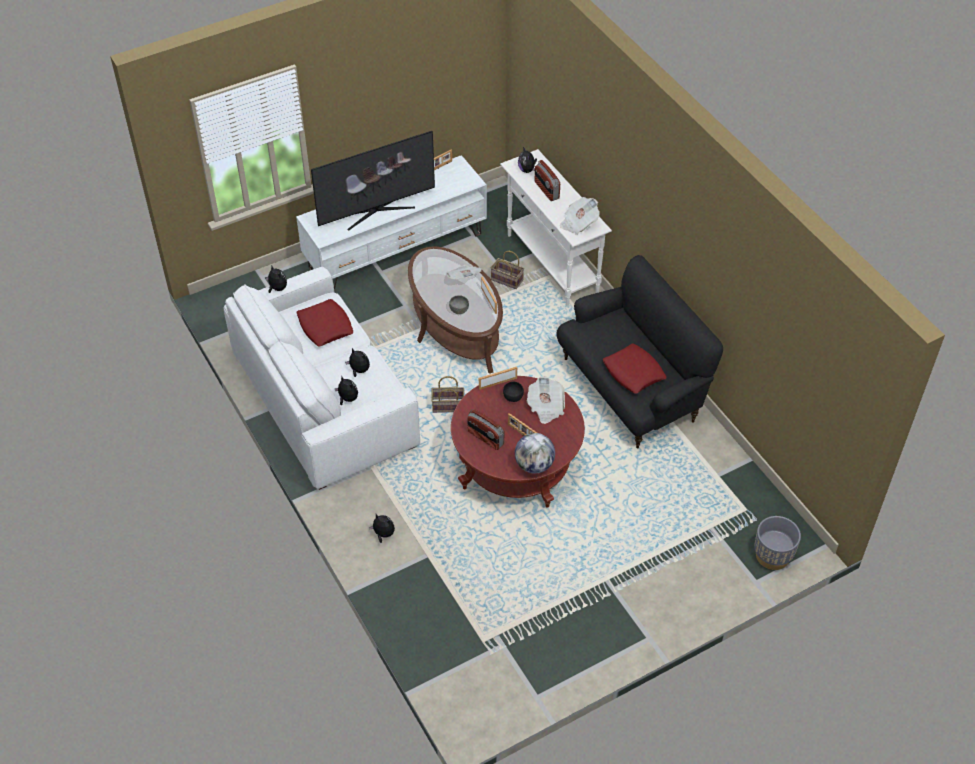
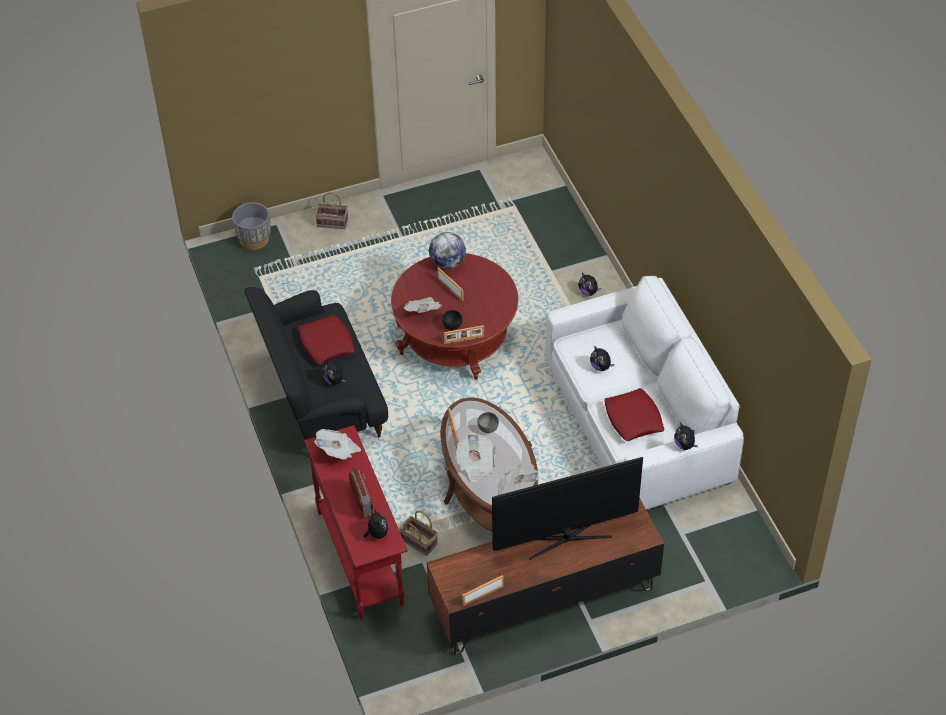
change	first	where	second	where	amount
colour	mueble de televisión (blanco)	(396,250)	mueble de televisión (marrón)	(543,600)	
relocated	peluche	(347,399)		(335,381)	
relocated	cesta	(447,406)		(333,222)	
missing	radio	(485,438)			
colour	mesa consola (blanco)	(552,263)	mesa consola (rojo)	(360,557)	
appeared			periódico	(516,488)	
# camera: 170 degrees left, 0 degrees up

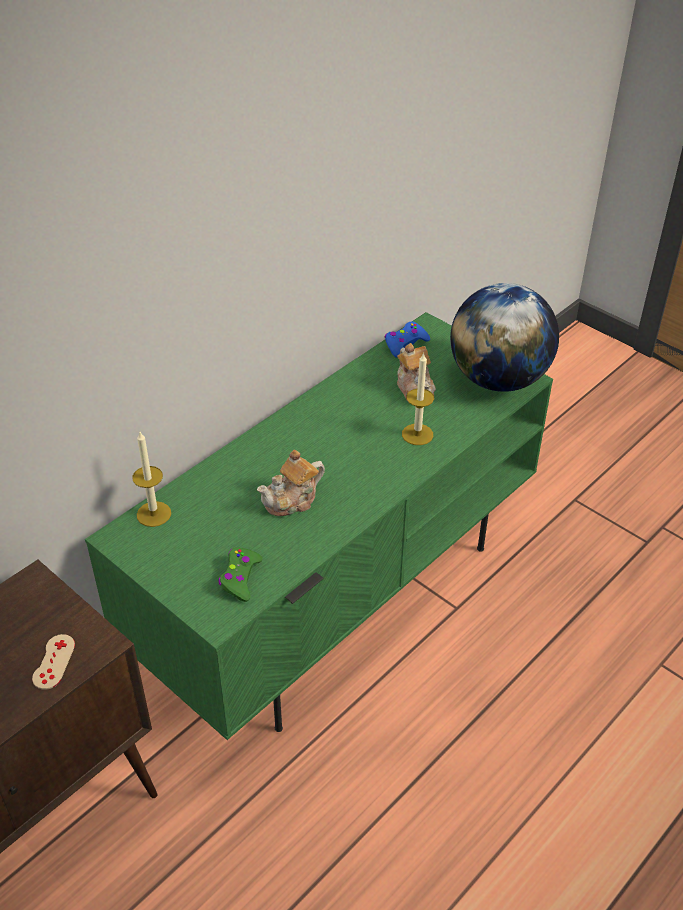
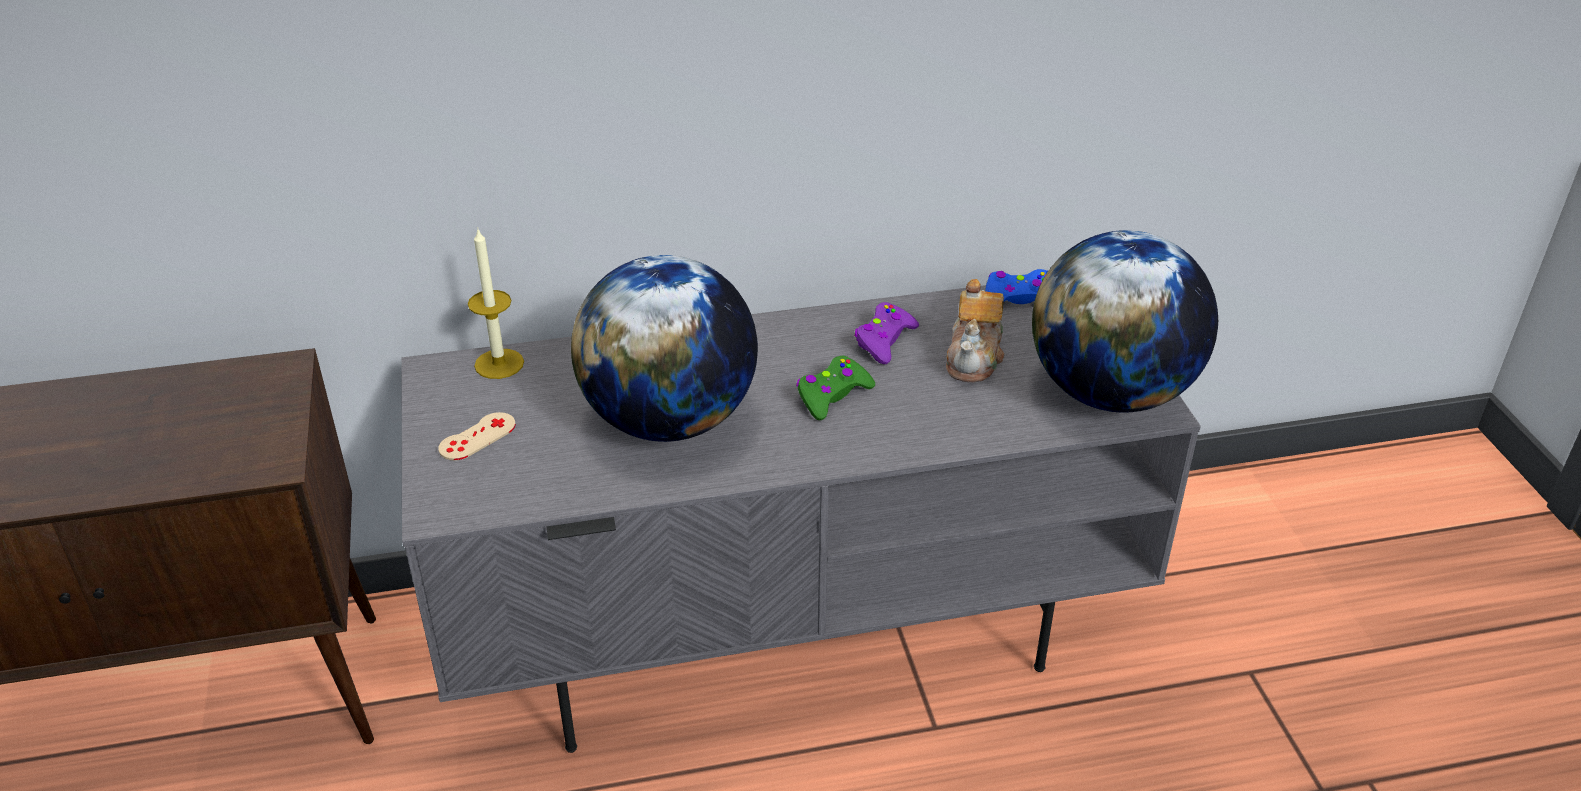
change	first	where	second	where	amount
relocated	mando de consola (beis)	(54,662)		(477,437)	
colour	mueble de televisión (verde)	(337,593)	mueble de televisión (gris)	(792,626)	
relocated	mando de consola (verde)	(240,578)		(832,395)	
exchanged	tetera	(292,500)	globo terráqueo	(670,420)	
missing	vela	(417,434)			
appeared			mando de consola (morado)	(884,340)	
# camera: 35 degrees right, 5 degrees down

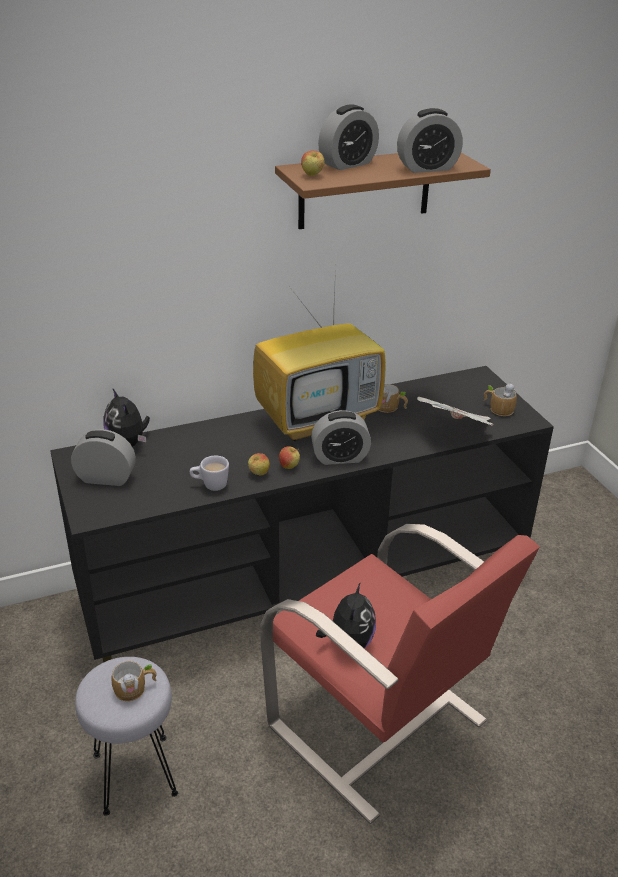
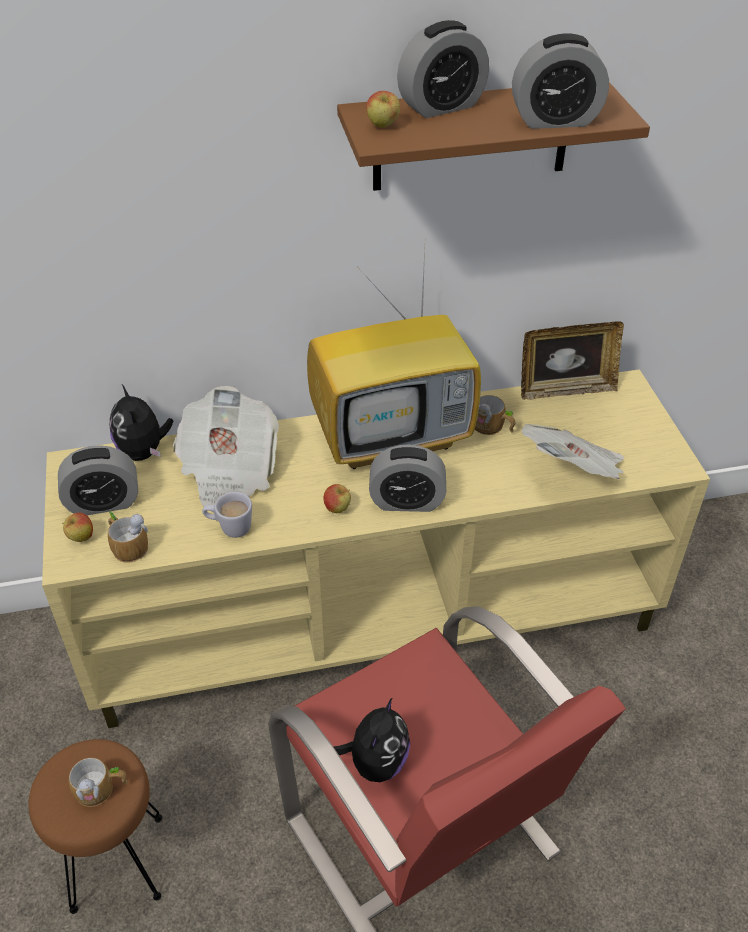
change	first	where	second	where	amount
colour	mueble de televisión (negro)	(307,579)	mueble de televisión (beis)	(375,618)	
spun	despertador	(106,478)		(103,503)	150 degrees clockwise
colour	taburete (gris)	(135,773)	taburete (marrón)	(117,861)	
relocated	manzana	(258,473)		(81,538)	
relocated	taza grande	(498,408)		(127,545)	
appeared			periódico	(228,469)	
appeared			portarretratos	(565,389)	
# camera: 10 degrees right, 10 degrees up

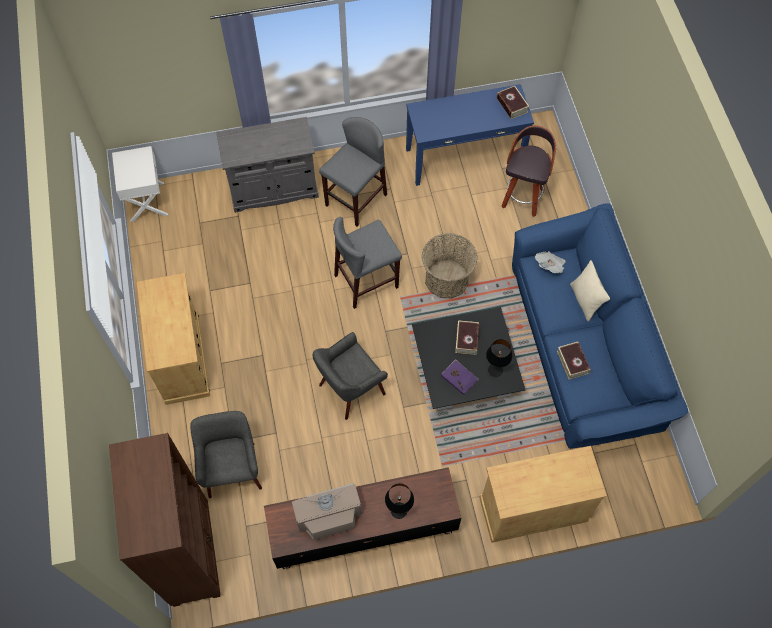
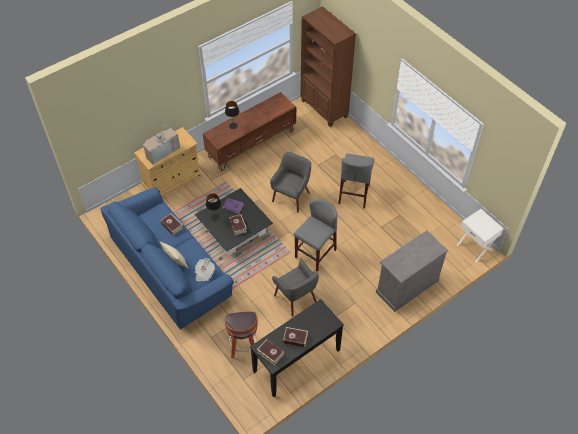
change	first	where	second	where	amount
missing	armario (beis)	(182,358)			
relocated	sillón (gris)	(232,469)		(296,298)	
relocated	televisor	(328,517)		(162,151)	
relocated	taburete (gris)	(355,200)		(354,194)	
colour	mesa consola (azul)	(464,157)	mesa consola (negro)	(297,361)	
missing	cesta	(447,279)			
appeared			libro	(295,339)	
# camera: 155 degrees right, 10 degrees down

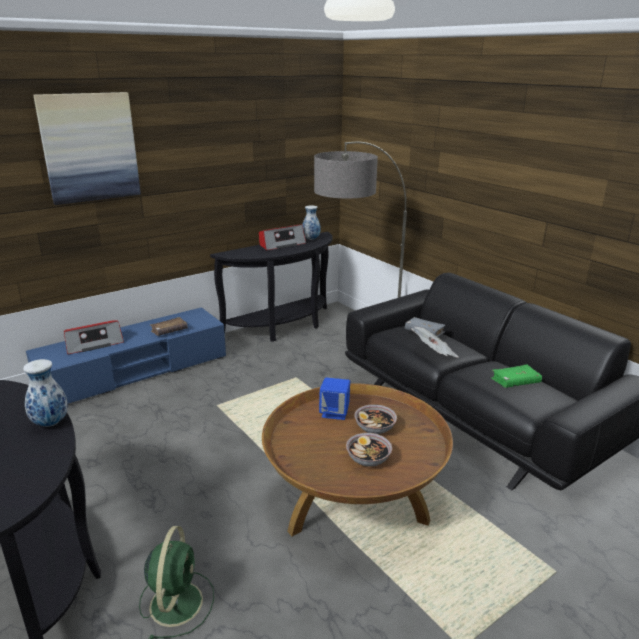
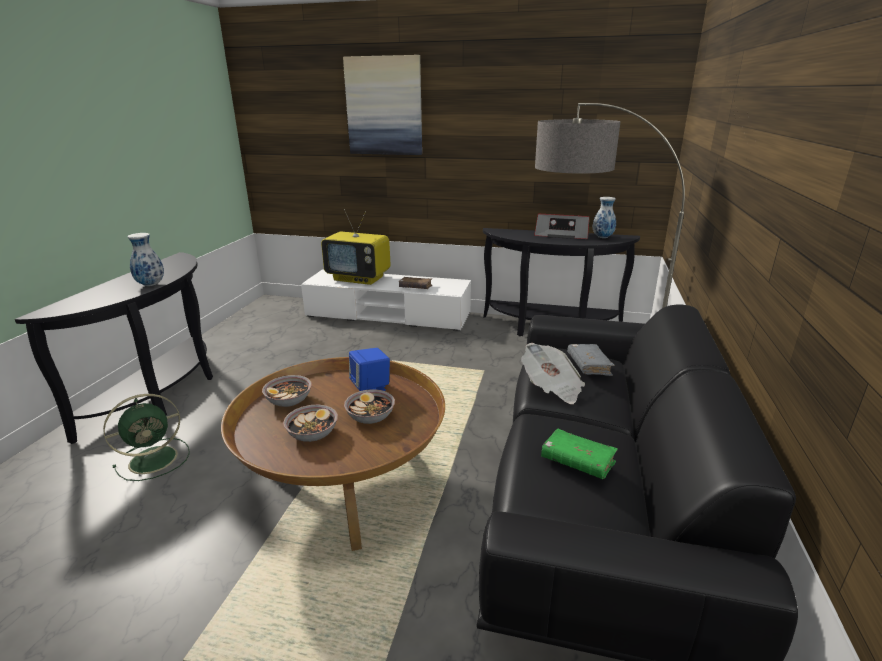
change	first	where	second	where	amount
colour	mueble de televisión (azul)	(134,371)	mueble de televisión (blanco)	(388,315)	
exchanged	radio	(94,343)	televisor	(359,278)	
appeared			cuenco	(289,400)	
# camera: 50 degrees right, 0 degrees up

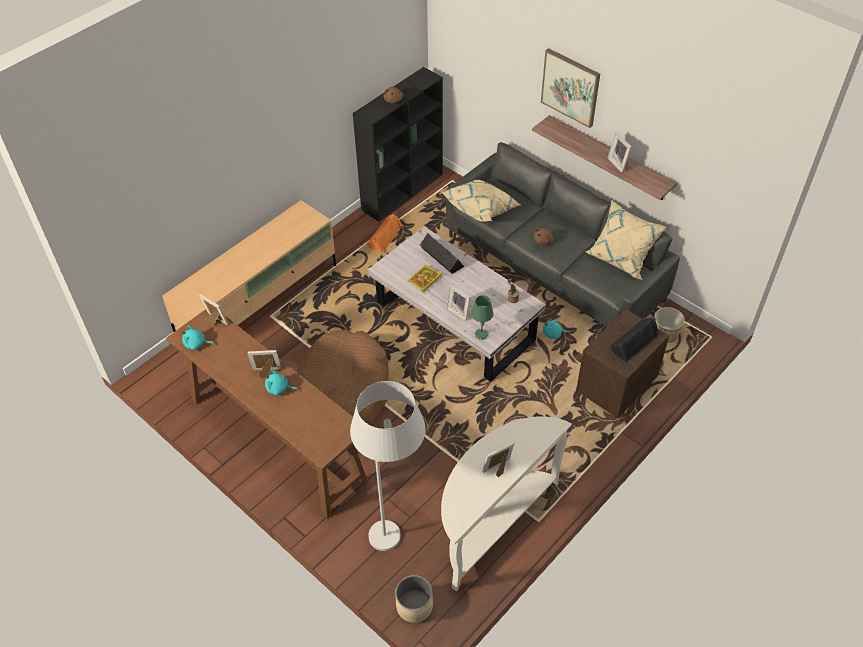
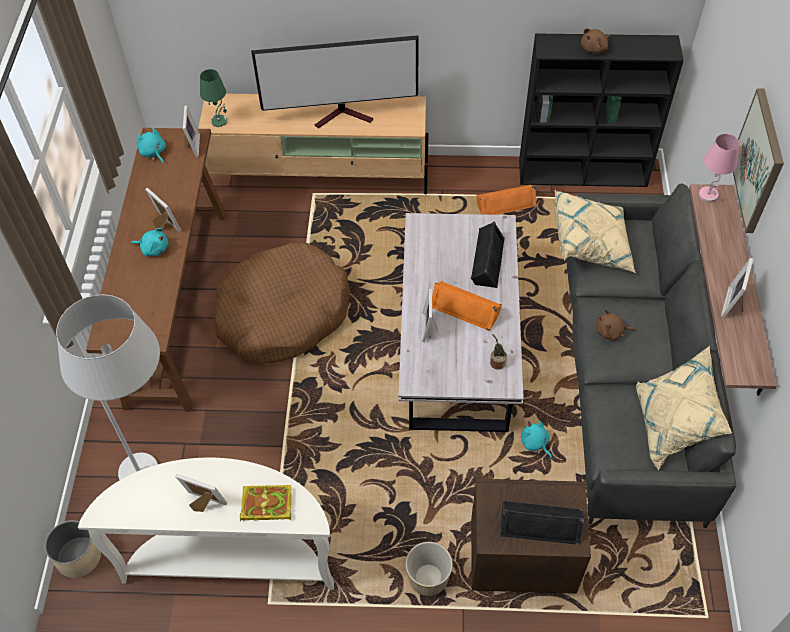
change	first	where	second	where	amount
spun	peluche (turquesa)	(279,389)		(154,248)	135 degrees clockwise
relocated	libro	(424,280)		(265,505)	
relocated	lámpara de mesa (verde)	(481,334)		(219,121)	
relocated	maceta	(665,334)		(428,578)	
appeared			televisor	(344,116)	
appeared			altavoz (naranja)	(465,308)	
appeared			lámpara de mesa (rosa)	(708,195)	
# camera: 50 degrees right, 5 degrees up

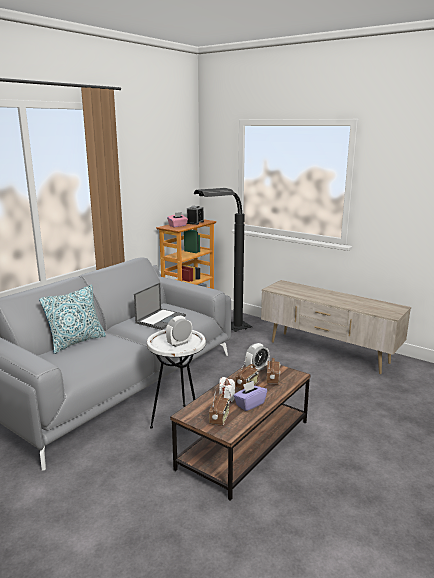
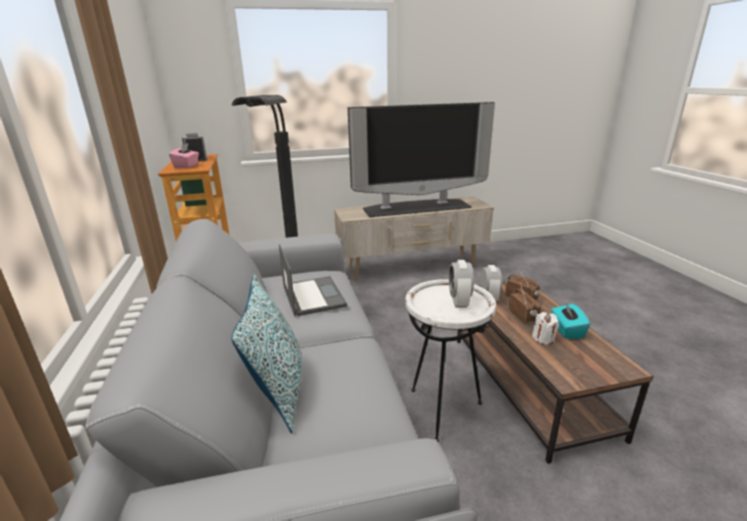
change	first	where	second	where	amount
missing	radio	(219,419)			
colour	caja de pañuelos (morado)	(249,404)	caja de pañuelos (turquesa)	(566,330)	
appeared			televisor	(416,207)	
# camera: 50 degrees left, 5 degrees up

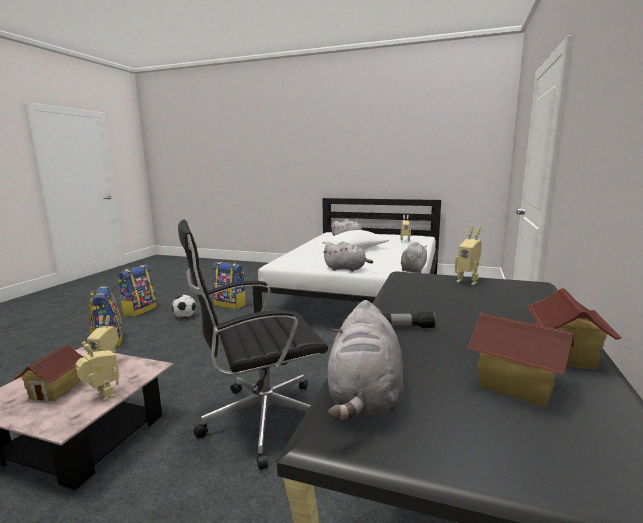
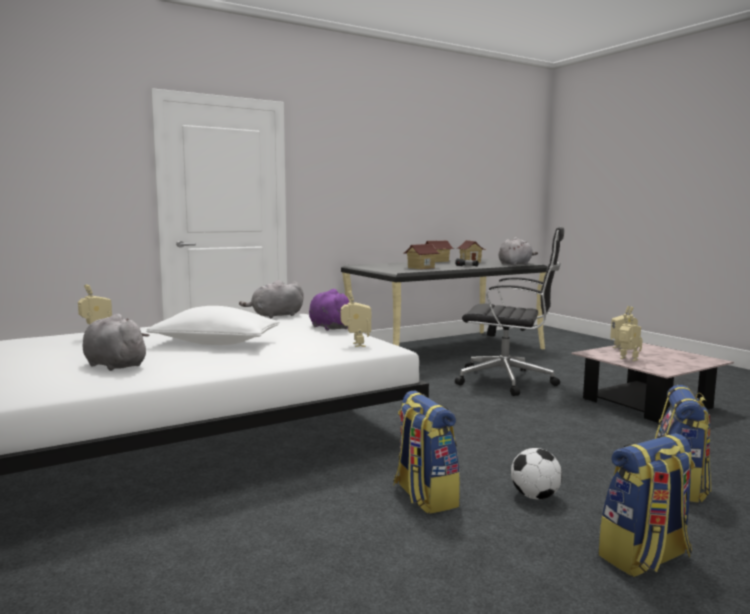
change	first	where	second	where	amount
relocated	casita	(56,390)		(421,268)	
colour	peluche (gris)	(346,269)	peluche (morado)	(329,327)	
relocated	robot de juguete	(468,281)		(355,345)	
# camera: 140 degrees left, 5 degrees down

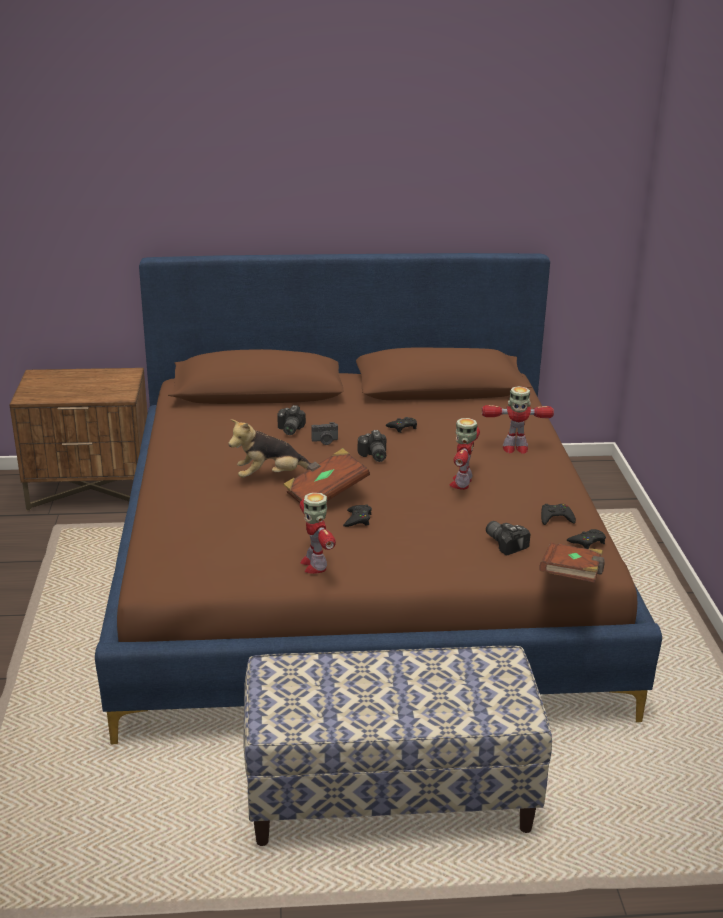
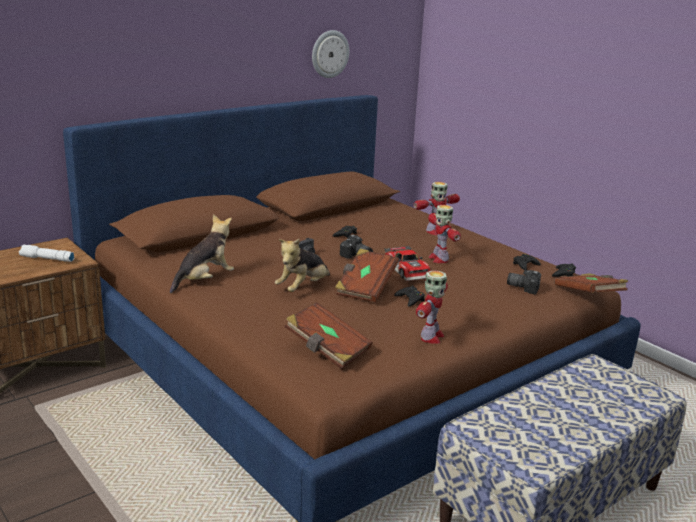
change	first	where	second	where	amount
missing	cámara	(289,429)			
spun	robot de juguete	(314,564)		(431,337)	105 degrees counterclockwise
appeared			linterna (blanco)	(46,259)	
appeared			peluche	(204,280)	
appeared			libro (marrón)	(327,349)	
appeared			reloj de pared	(329,54)	
appeared			coche de juguete	(408,270)	
# camera: 35 degrees left, 5 degrees down

